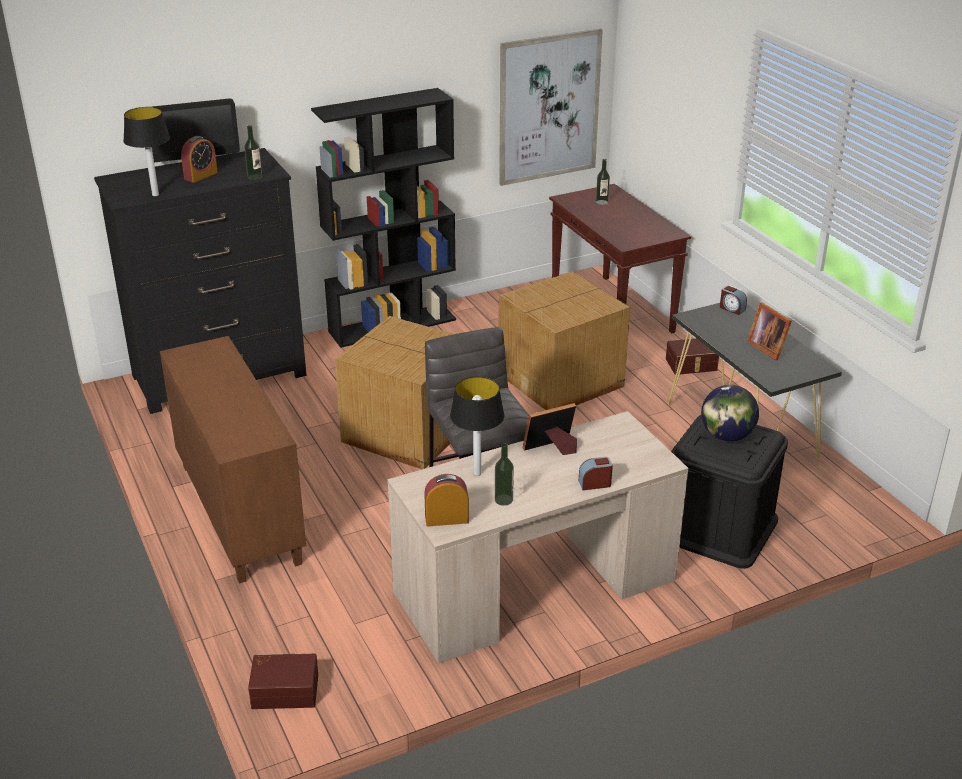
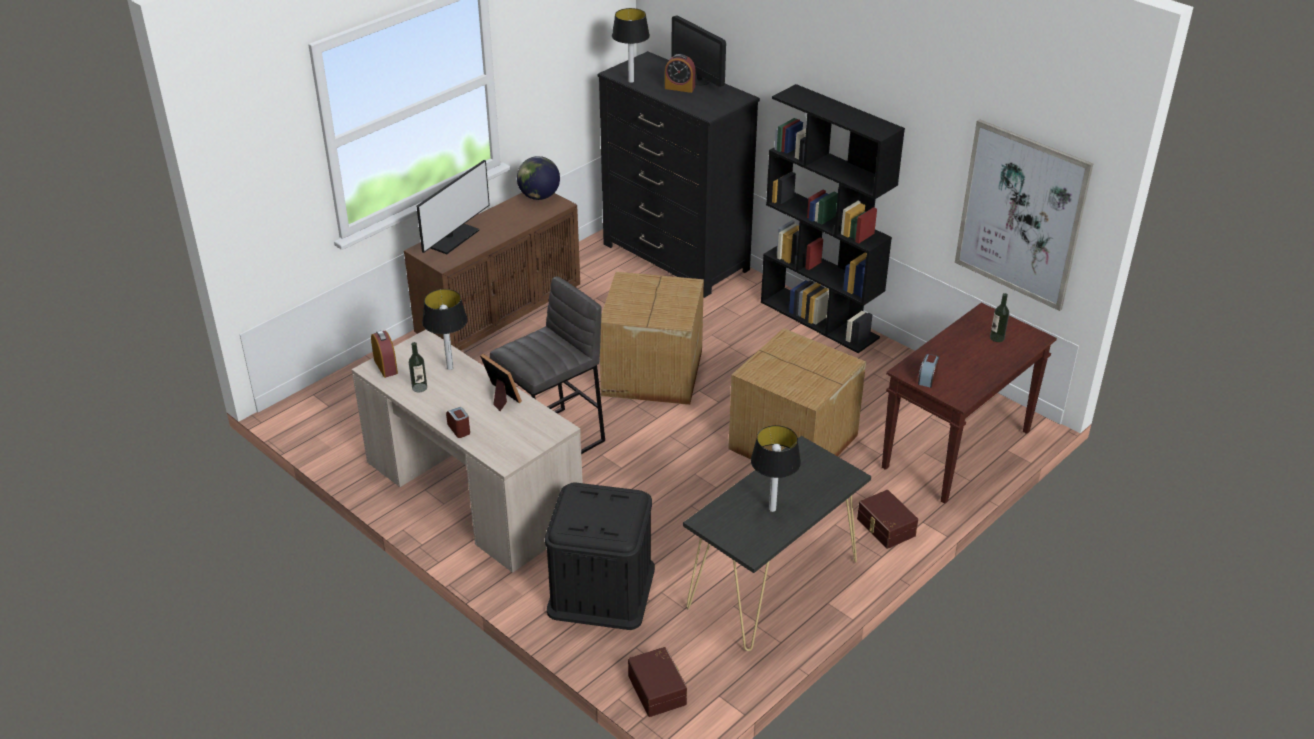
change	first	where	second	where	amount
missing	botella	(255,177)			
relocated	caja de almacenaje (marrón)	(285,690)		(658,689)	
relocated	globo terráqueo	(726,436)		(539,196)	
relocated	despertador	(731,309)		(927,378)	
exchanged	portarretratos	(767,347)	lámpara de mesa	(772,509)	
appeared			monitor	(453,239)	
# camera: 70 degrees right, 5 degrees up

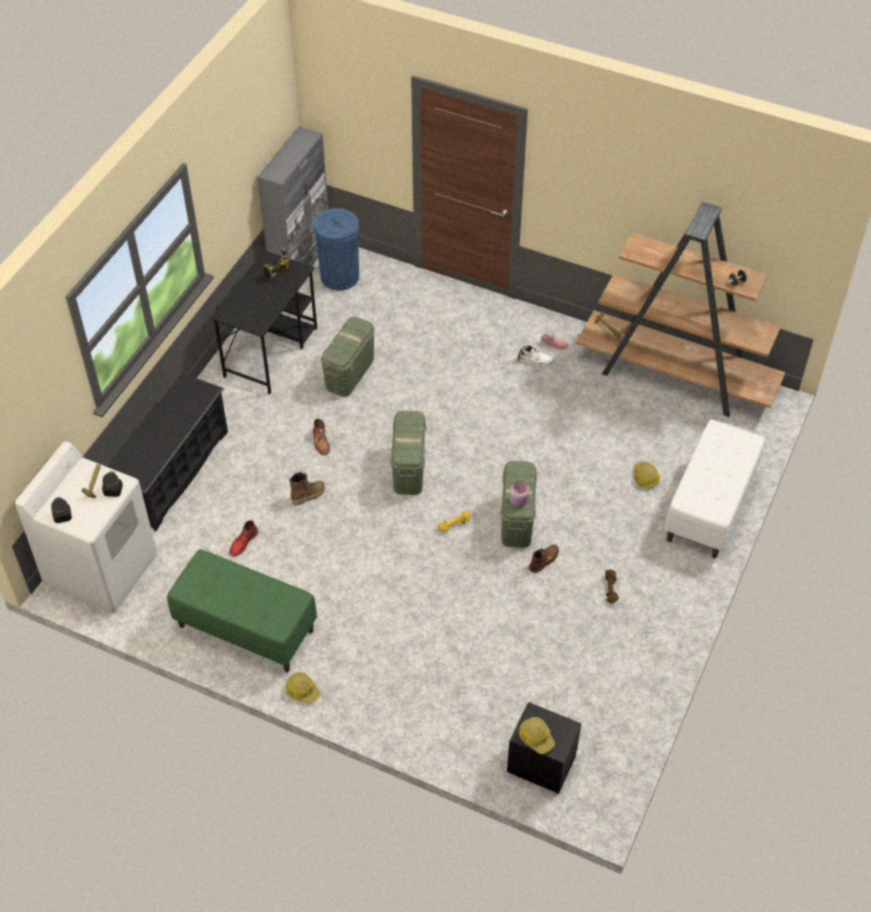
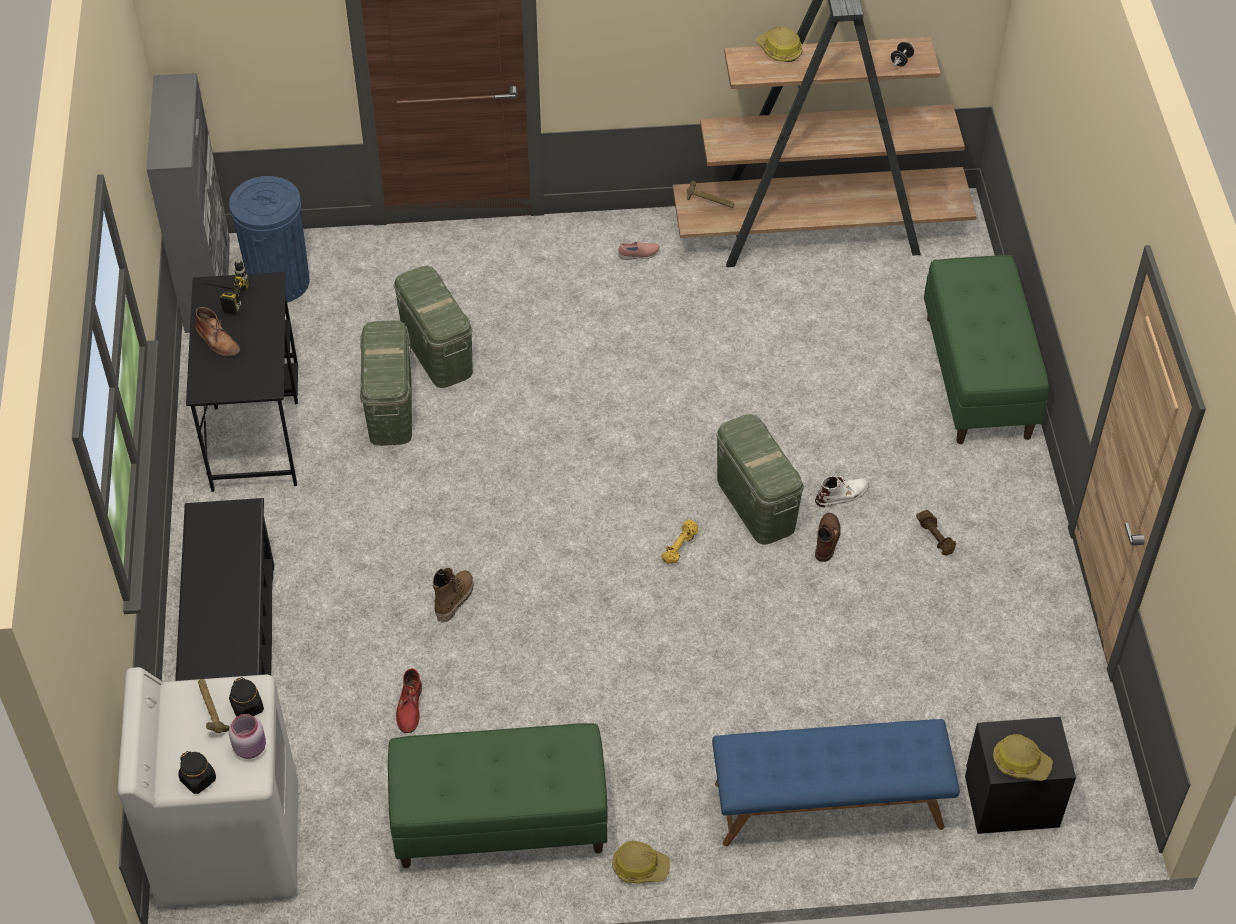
change	first	where	second	where	amount
relocated	bota (marrón)	(321,442)		(217,341)	
relocated	caja de almacenaje (verde)	(409,469)		(437,352)	
relocated	tarro (rosa)	(519,501)		(251,747)	
relocated	bota (blanco)	(535,360)		(842,494)	
relocated	casco	(645,477)		(779,50)	
colour	banco (blanco)	(710,507)	banco (verde)	(978,377)	
appeared			banco (azul)	(828,806)	
# camera: 30 degrees left, 0 degrees up

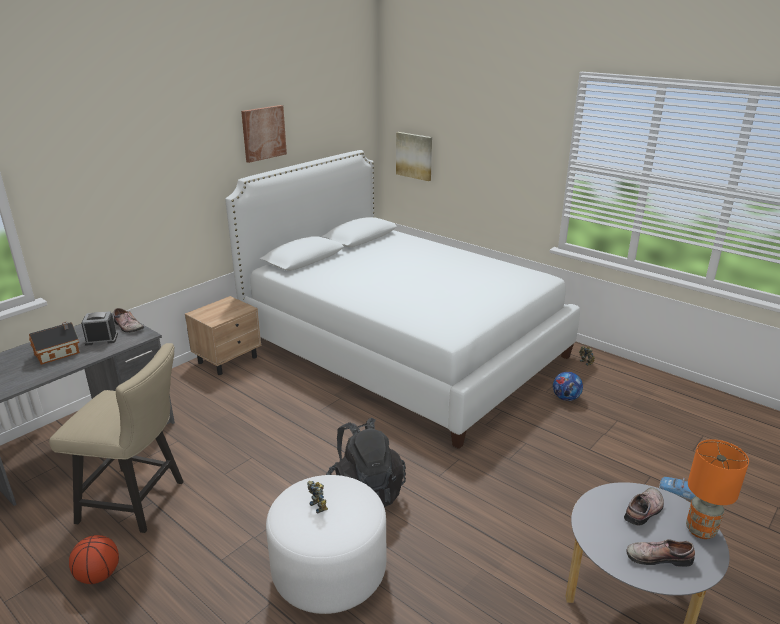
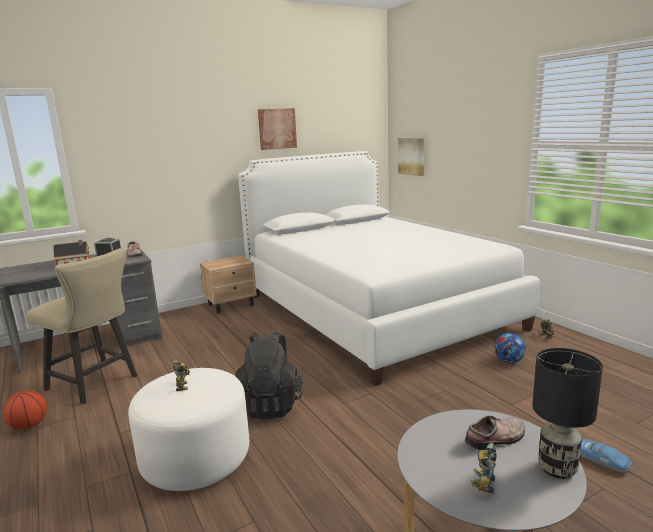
change	first	where	second	where	amount
exchanged	zapato	(657,556)	robot de juguete	(483,483)	
colour	lámpara de mesa (naranja)	(701,531)	lámpara de mesa (negro)	(557,469)	
# camera: 20 degrees right, 10 degrees down

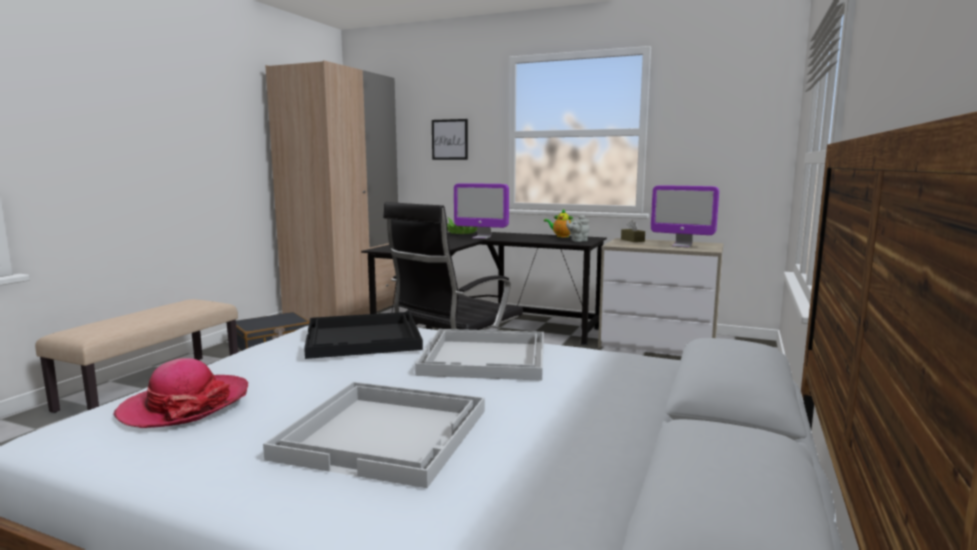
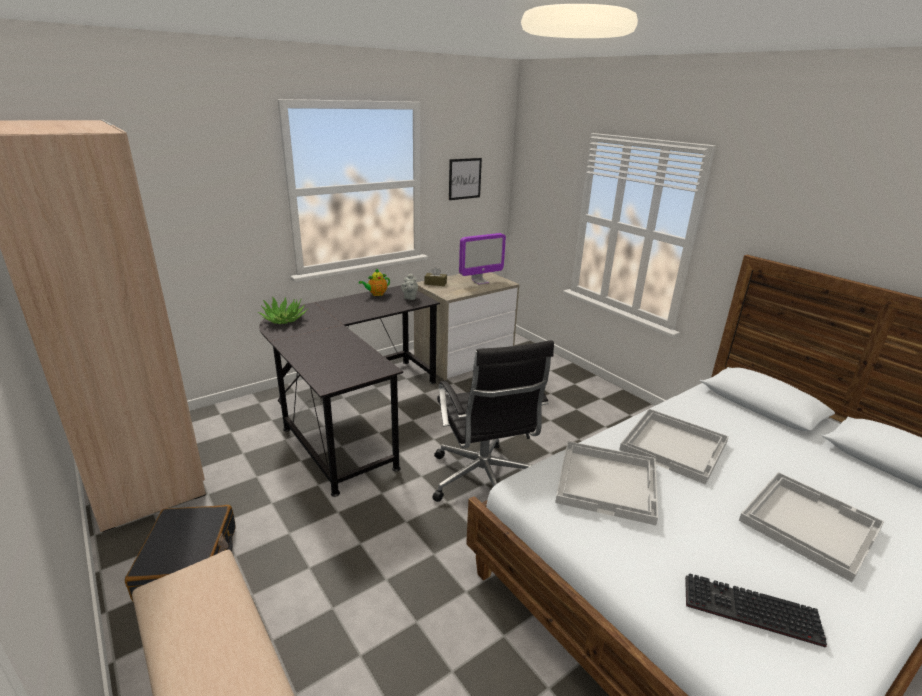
change	first	where	second	where	amount
exchanged	sombrero	(185,405)	teclado	(748,612)	
colour	bandeja (negro)	(364,338)	bandeja (blanco)	(608,482)	
relocated	cuadro	(449,139)		(464,178)	
missing	monitor	(481,237)			
# camera: 60 degrees left, 15 degrees up

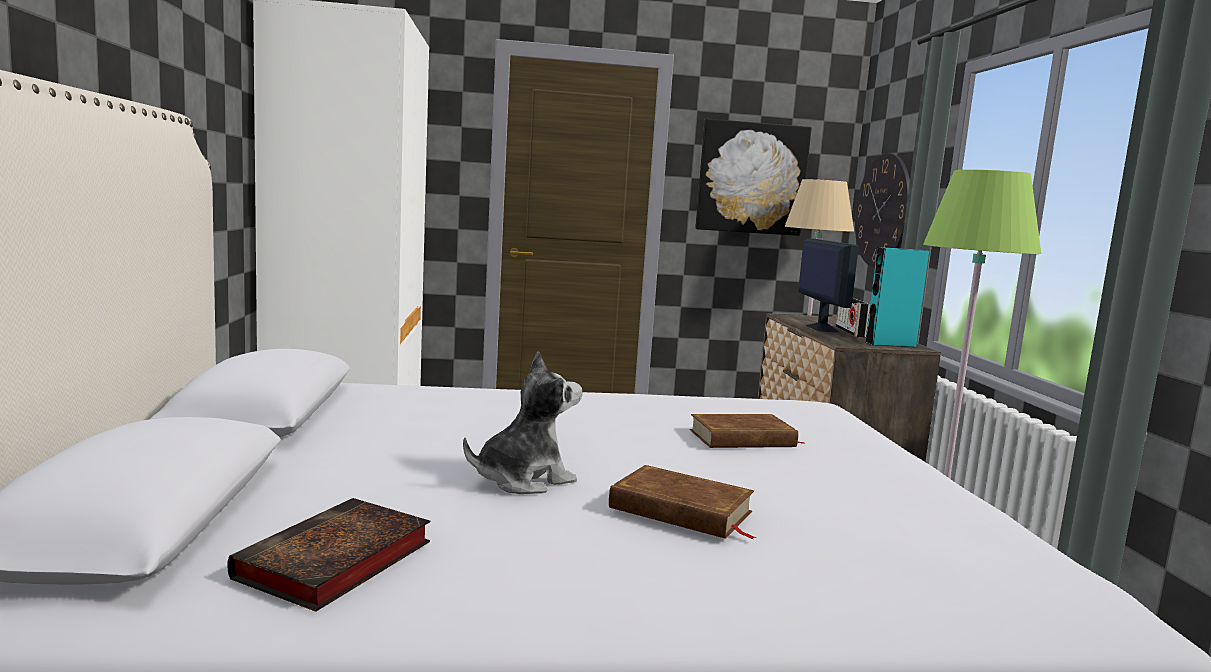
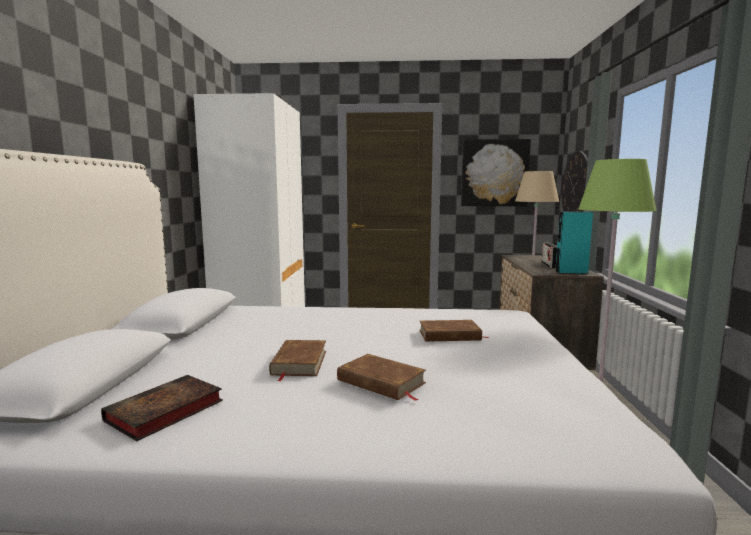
change	first	where	second	where	amount
exchanged	peluche	(523,480)	libro (marrón)	(299,362)	
missing	monitor	(821,328)			
# camera: 10 degrees right, 0 degrees up

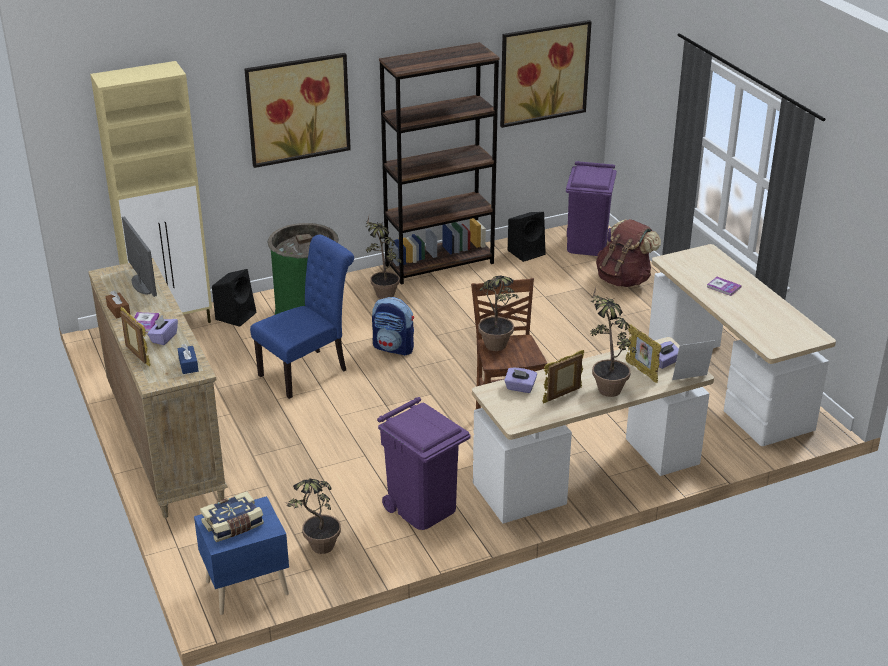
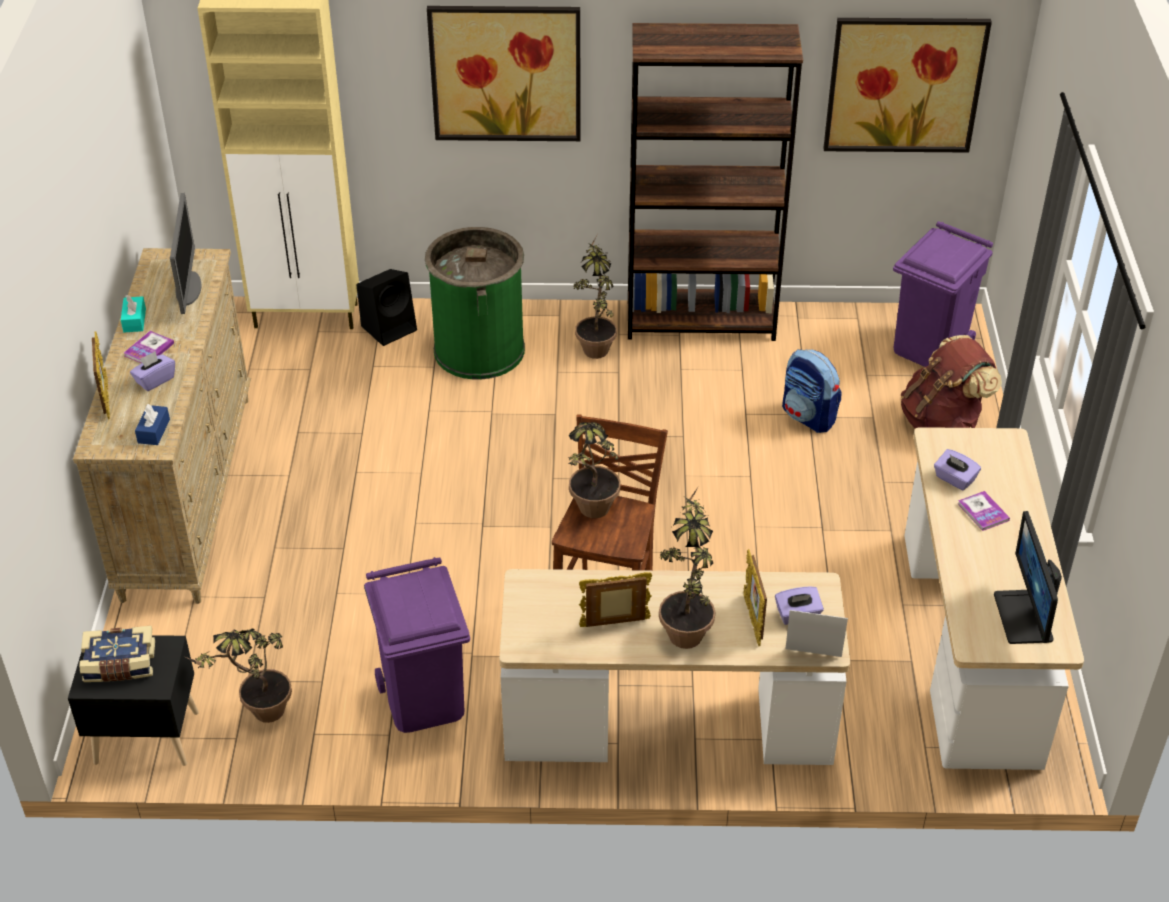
change	first	where	second	where	amount
colour	caja de pañuelos (marrón)	(118,310)	caja de pañuelos (turquesa)	(134,320)	
colour	mesita de noche (azul)	(245,587)	mesita de noche (negro)	(145,736)	
missing	silla (azul)	(308,371)			
relocated	mochila	(394,348)		(809,416)	
relocated	caja de pañuelos (morado)	(520,388)		(954,479)	
missing	altavoz (negro)	(527,252)			
appeared			monitor	(1025,617)	
# camera: 25 degrees right, 10 degrees up

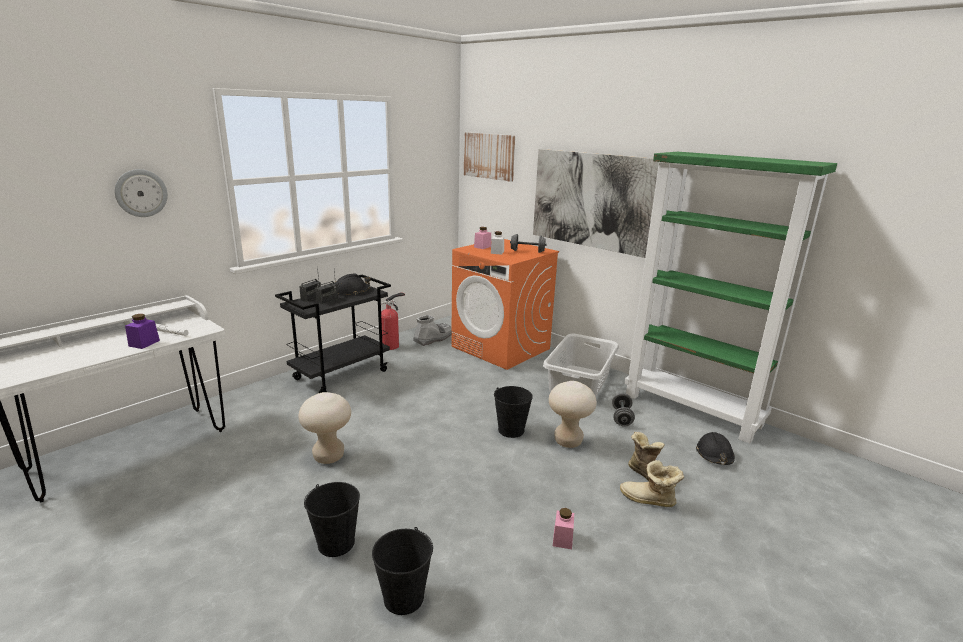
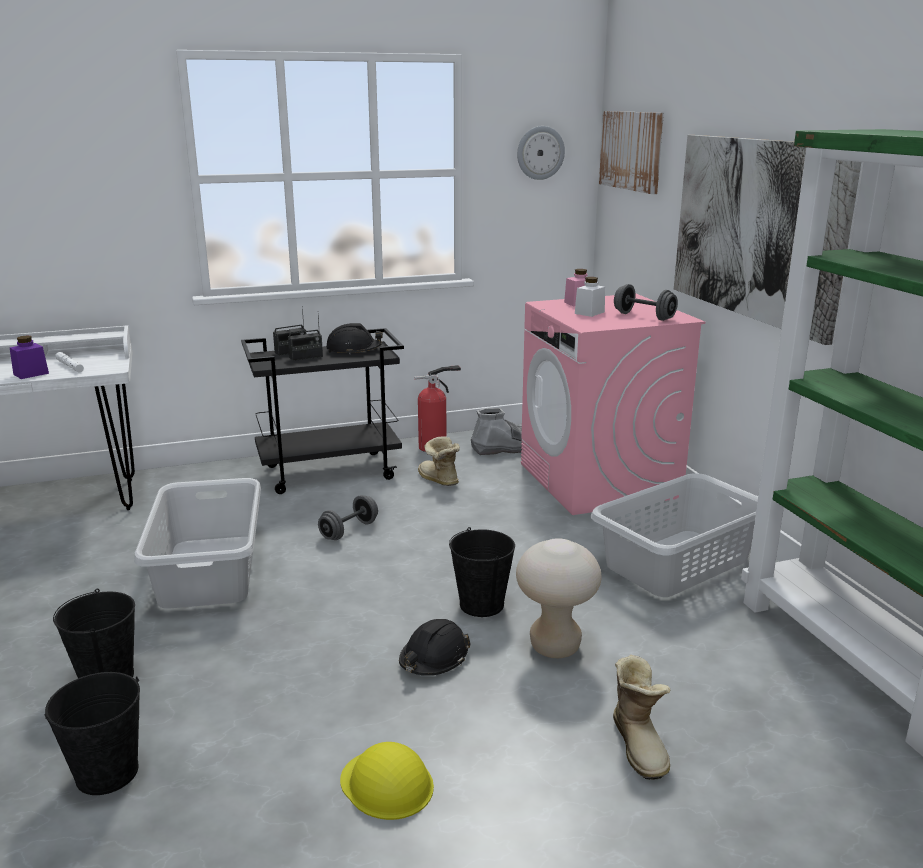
change	first	where	second	where	amount
relocated	reloj de pared	(141,193)		(540,153)	
exchanged	taburete (beis)	(329,456)	cesto de la ropa (gris)	(207,571)	
colour	lavadora (naranja)	(501,348)	lavadora (rosa)	(599,480)	
exchanged	tarro (rosa)	(562,539)	casco (amarillo)	(387,784)	
relocated	mancuerna (gris)	(621,418)		(349,531)	
relocated	bota	(648,501)		(437,480)	
relocated	casco (negro)	(714,455)		(434,659)	
# camera: 30 degrees right, 0 degrees up

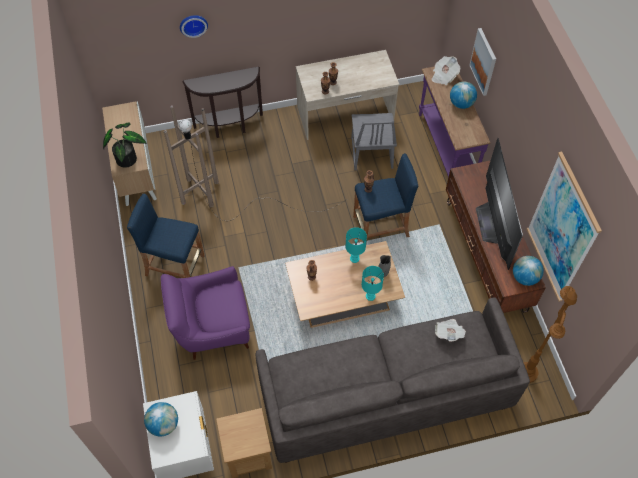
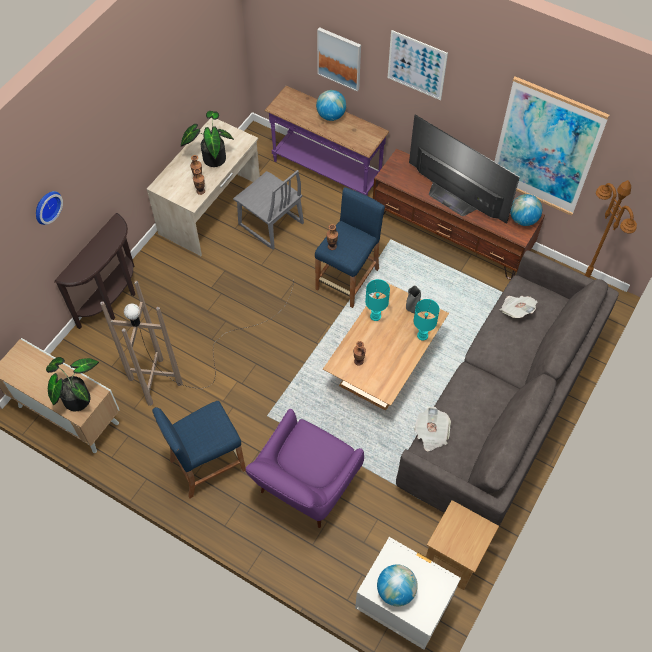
change	first	where	second	where	amount
relocated	periódico	(444,76)		(431,434)	
appeared			planta en maceta	(211,157)	
appeared			cuadro	(416,65)	
# camera: 45 degrees left, 0 degrees up

